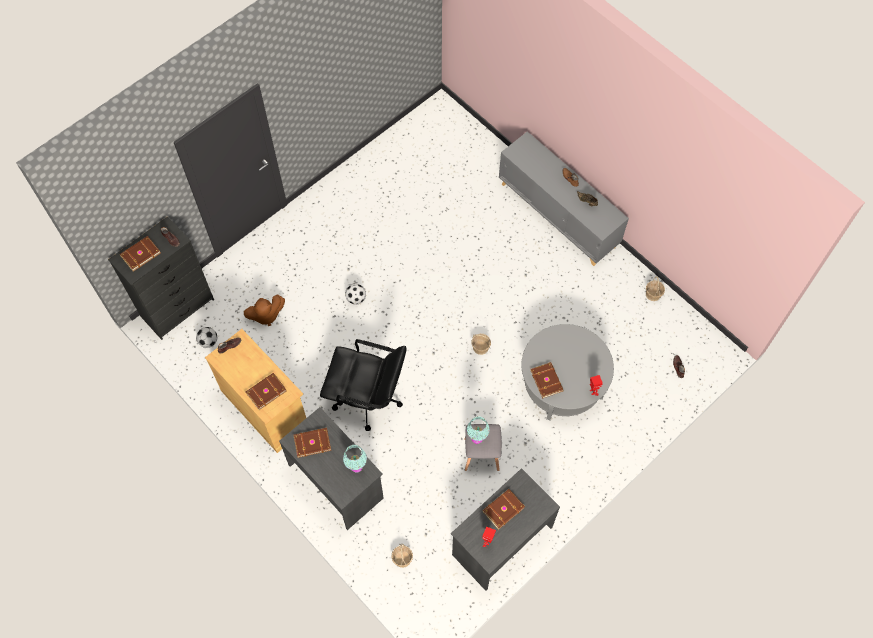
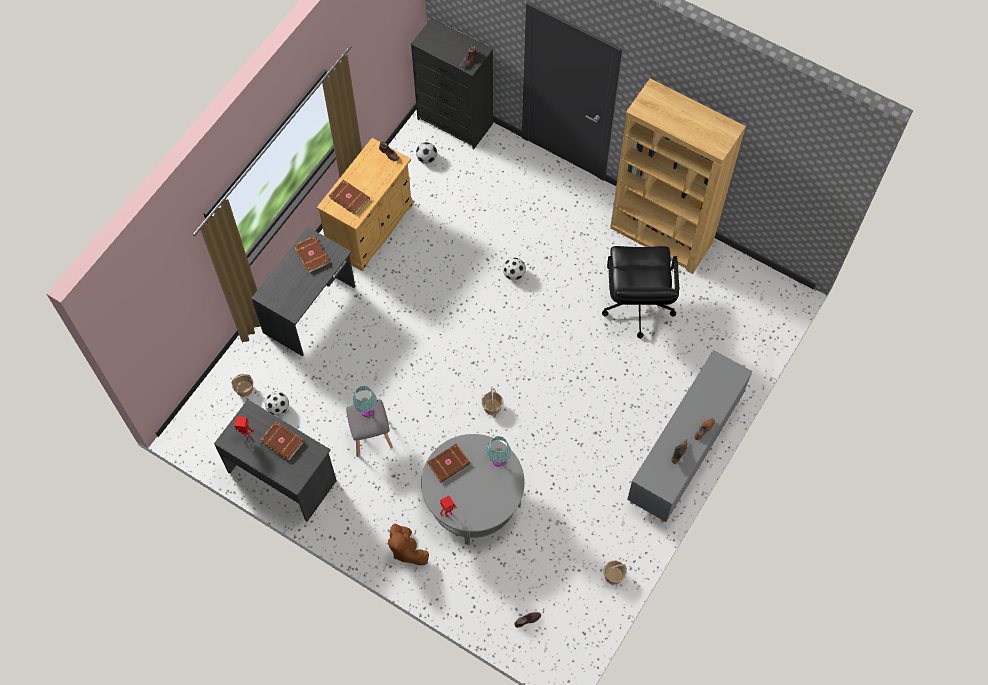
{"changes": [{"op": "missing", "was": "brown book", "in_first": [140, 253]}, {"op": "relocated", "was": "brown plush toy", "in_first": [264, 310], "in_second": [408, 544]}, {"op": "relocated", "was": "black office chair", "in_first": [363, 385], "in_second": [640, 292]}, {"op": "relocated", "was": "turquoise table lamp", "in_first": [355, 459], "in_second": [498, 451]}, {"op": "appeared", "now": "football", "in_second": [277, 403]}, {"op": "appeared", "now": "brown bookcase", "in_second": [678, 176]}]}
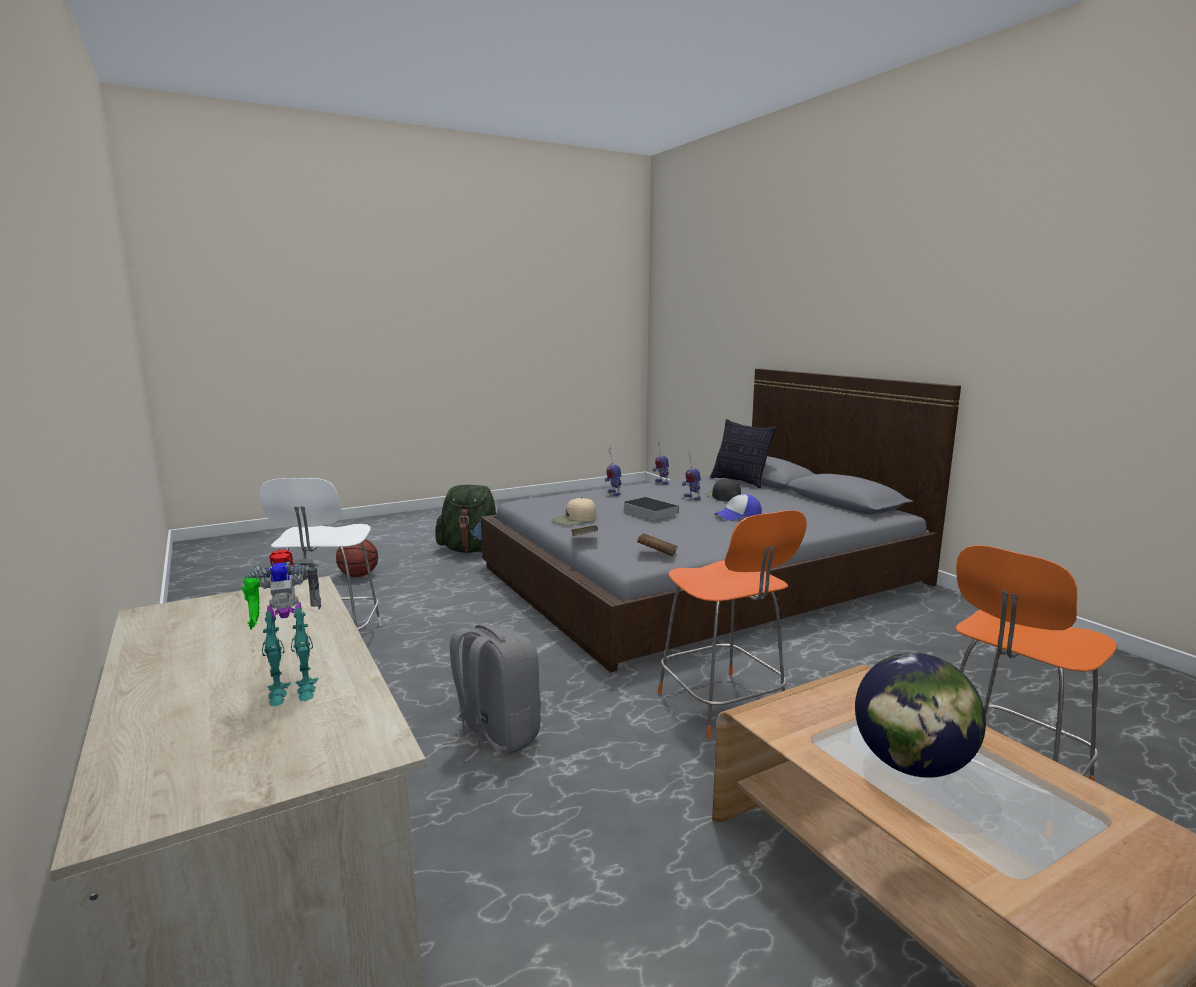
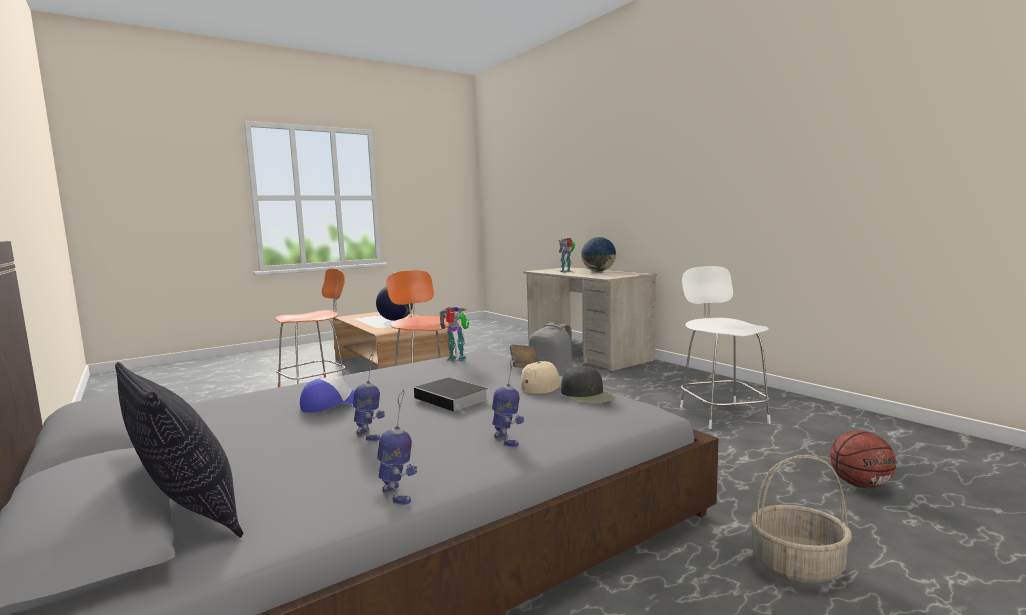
{"changes": [{"op": "exchanged", "was": "green backpack", "now": "basket", "in_first": [465, 519], "in_second": [801, 519]}, {"op": "exchanged", "was": "brown book", "now": "toy robot", "in_first": [657, 544], "in_second": [454, 334]}, {"op": "relocated", "was": "black cap", "in_first": [723, 490], "in_second": [588, 384]}, {"op": "appeared", "now": "globe", "in_second": [598, 254]}]}
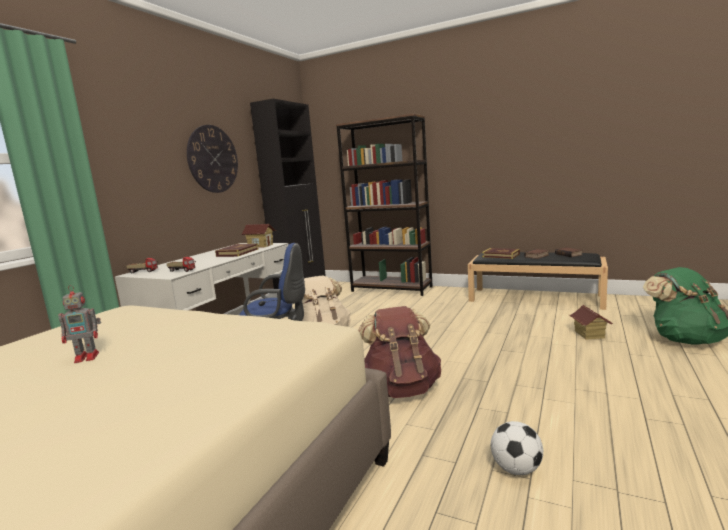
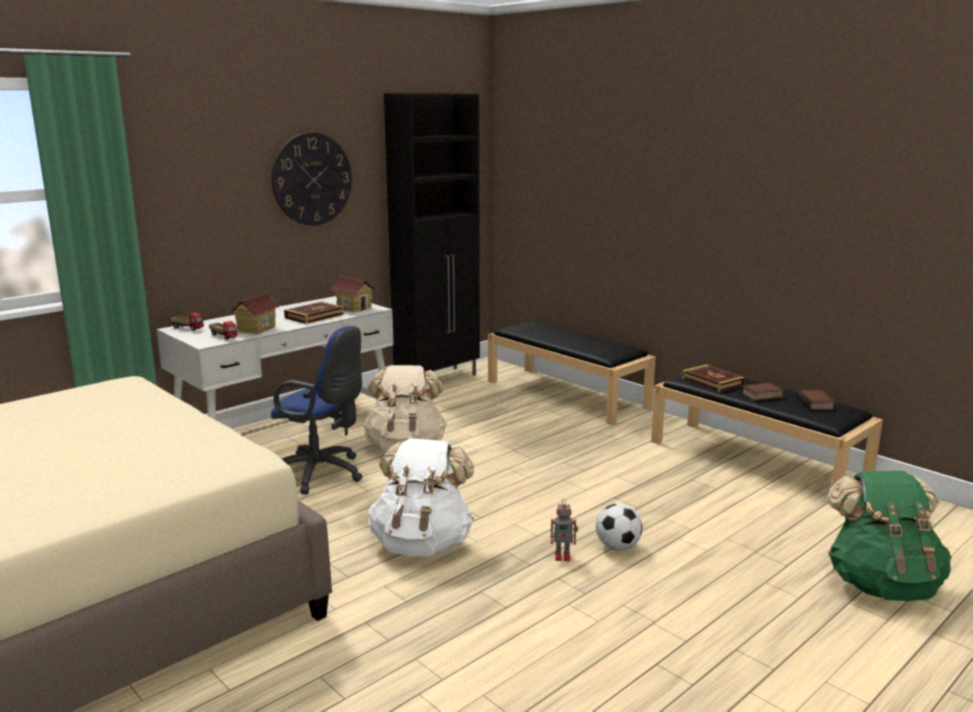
{"changes": [{"op": "relocated", "was": "toy robot", "in_first": [79, 324], "in_second": [564, 530]}, {"op": "exchanged", "was": "brown bookcase", "now": "black bench", "in_first": [384, 204], "in_second": [572, 373]}, {"op": "colour", "was": "brown backpack", "now": "white backpack", "in_first": [399, 352], "in_second": [421, 497]}, {"op": "relocated", "was": "football", "in_first": [517, 448], "in_second": [619, 527]}, {"op": "relocated", "was": "toy house", "in_first": [591, 322], "in_second": [253, 313]}]}
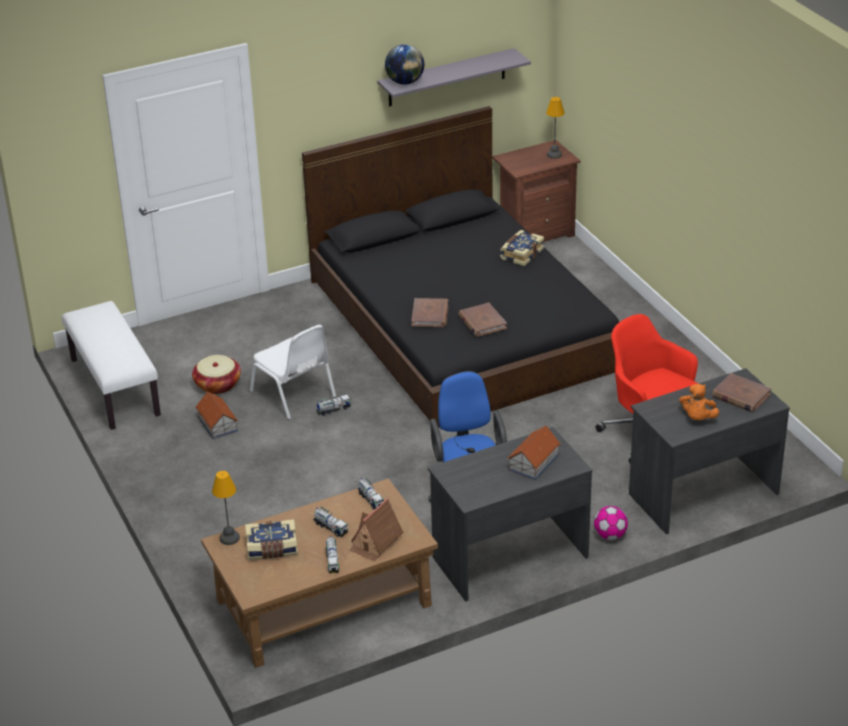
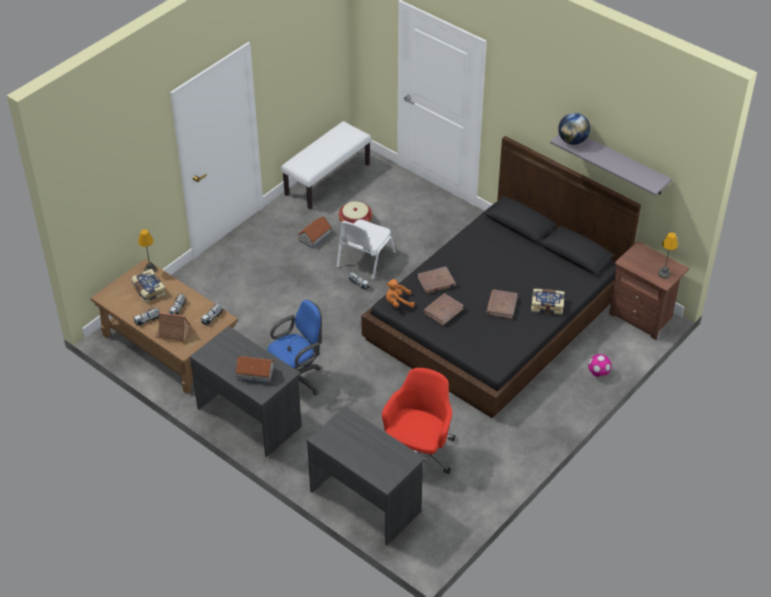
{"changes": [{"op": "relocated", "was": "football", "in_first": [611, 523], "in_second": [600, 365]}, {"op": "relocated", "was": "orange plush toy", "in_first": [699, 402], "in_second": [400, 293]}, {"op": "relocated", "was": "brown book", "in_first": [741, 393], "in_second": [502, 304]}]}
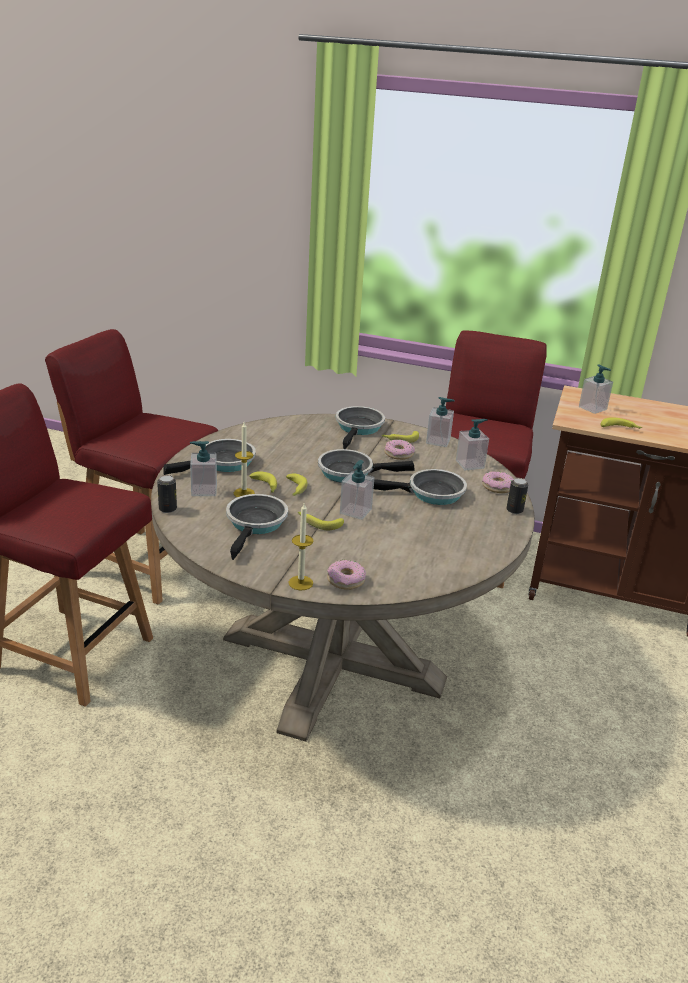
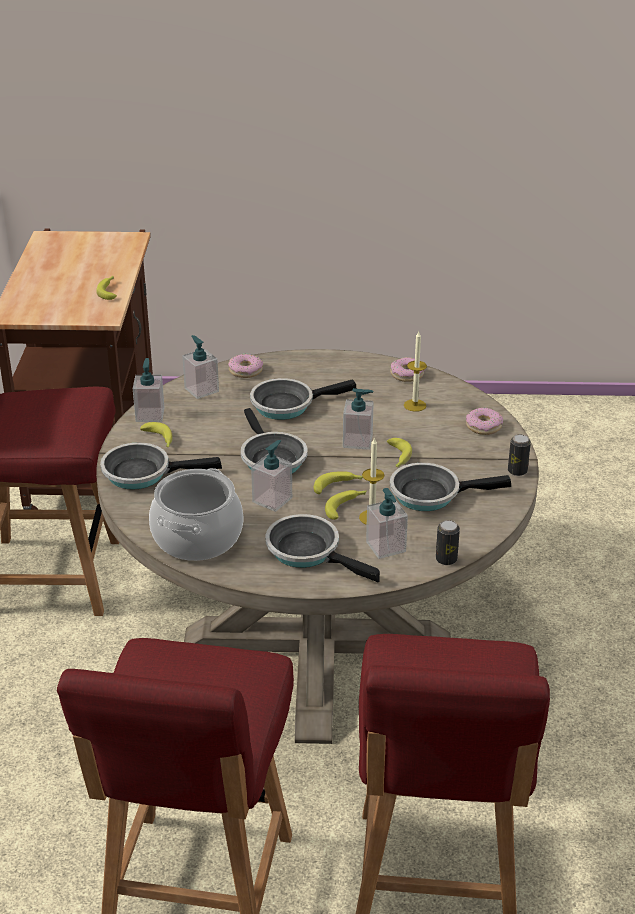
{"changes": [{"op": "relocated", "was": "candle", "in_first": [300, 546], "in_second": [415, 372]}, {"op": "spun", "was": "frying pan", "in_first": [420, 487], "in_second": [303, 399], "clockwise": -90}, {"op": "relocated", "was": "donut", "in_first": [399, 450], "in_second": [407, 369]}, {"op": "relocated", "was": "can", "in_first": [517, 496], "in_second": [519, 455]}, {"op": "relocated", "was": "soap dispenser", "in_first": [596, 389], "in_second": [271, 476]}, {"op": "appeared", "now": "cooking pot", "in_second": [196, 514]}]}
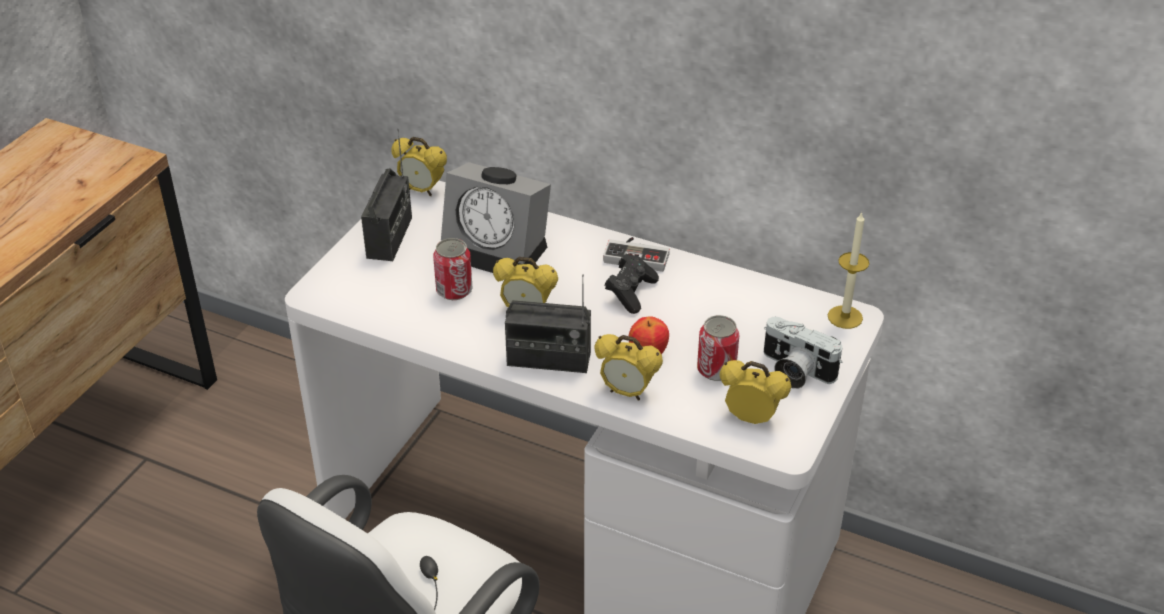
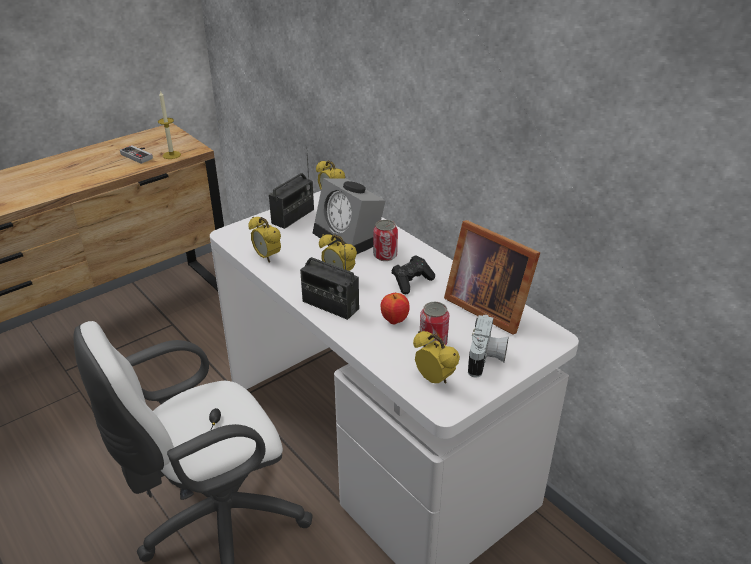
{"changes": [{"op": "relocated", "was": "can", "in_first": [453, 269], "in_second": [385, 240]}, {"op": "relocated", "was": "alarm clock", "in_first": [628, 367], "in_second": [264, 240]}, {"op": "relocated", "was": "game controller", "in_first": [636, 254], "in_second": [136, 154]}, {"op": "spun", "was": "photo camera", "in_first": [803, 353], "in_second": [488, 345], "clockwise": -135}, {"op": "relocated", "was": "candle", "in_first": [848, 270], "in_second": [169, 124]}, {"op": "appeared", "now": "picture frame", "in_second": [492, 277]}]}
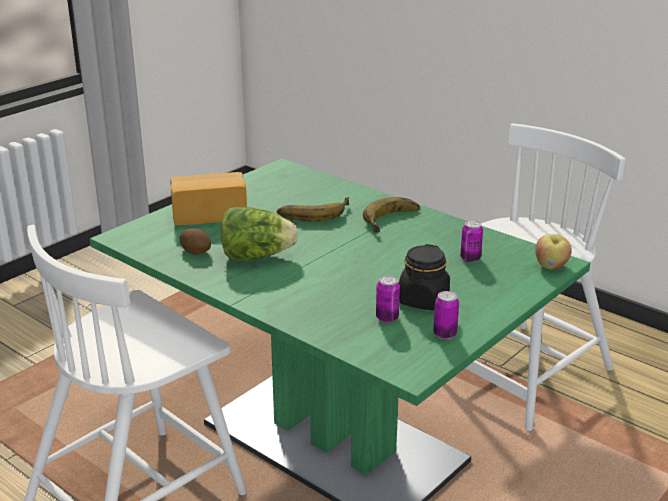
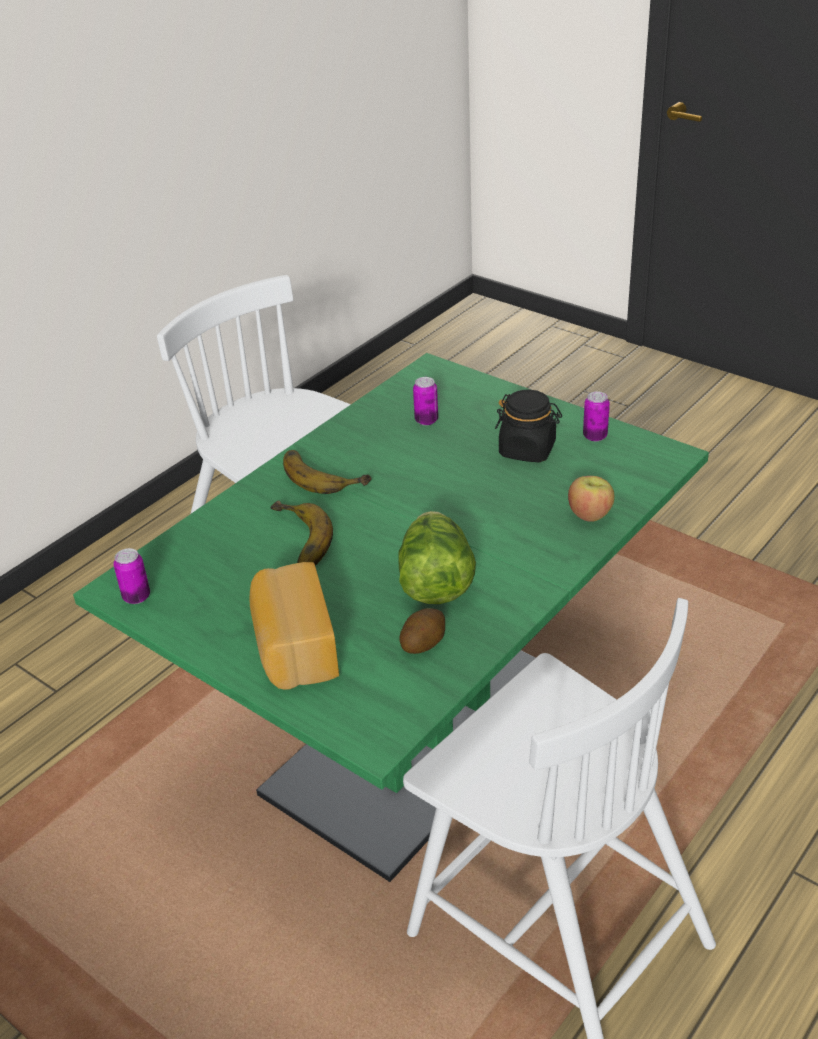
{"changes": [{"op": "relocated", "was": "can", "in_first": [388, 299], "in_second": [131, 576]}, {"op": "relocated", "was": "apple", "in_first": [553, 252], "in_second": [591, 499]}]}
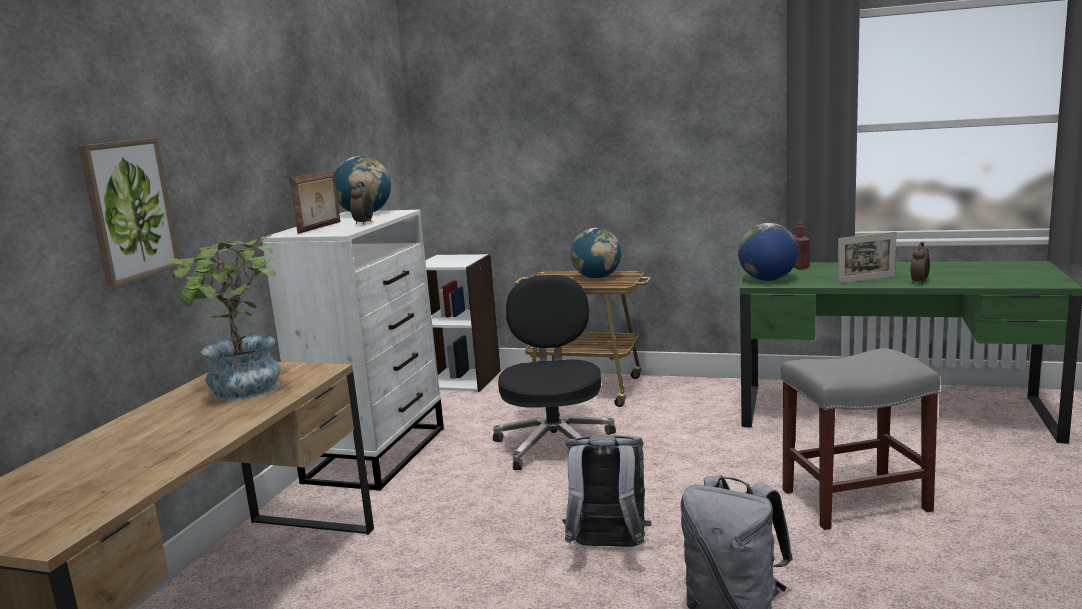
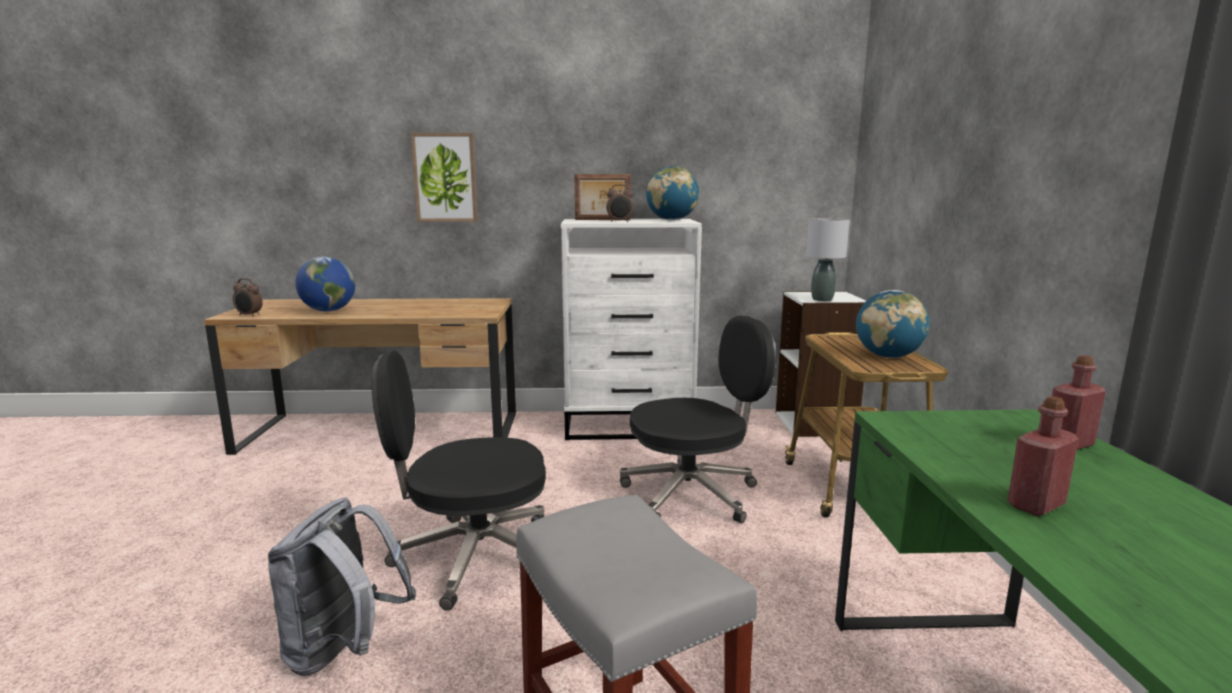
{"changes": [{"op": "missing", "was": "potted plant", "in_first": [223, 318]}, {"op": "exchanged", "was": "grey backpack", "now": "black office chair", "in_first": [606, 491], "in_second": [458, 481]}, {"op": "relocated", "was": "globe", "in_first": [768, 252], "in_second": [325, 284]}, {"op": "exchanged", "was": "picture frame", "now": "red bottle", "in_first": [867, 257], "in_second": [1043, 456]}, {"op": "relocated", "was": "alarm clock", "in_first": [920, 263], "in_second": [248, 297]}, {"op": "appeared", "now": "grey table lamp", "in_second": [827, 259]}]}
